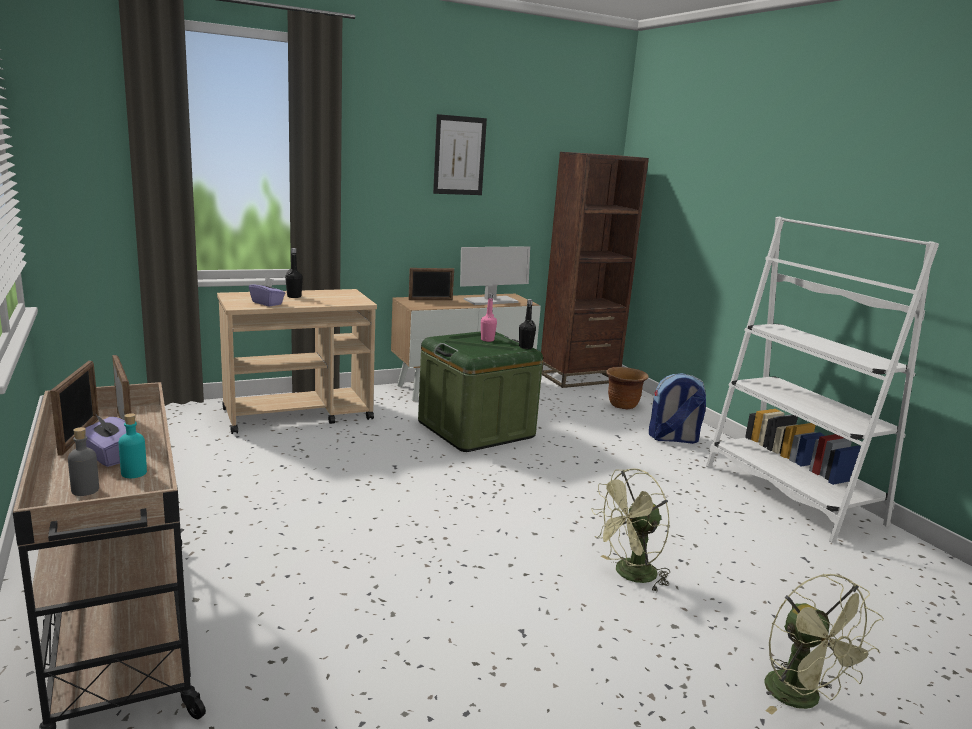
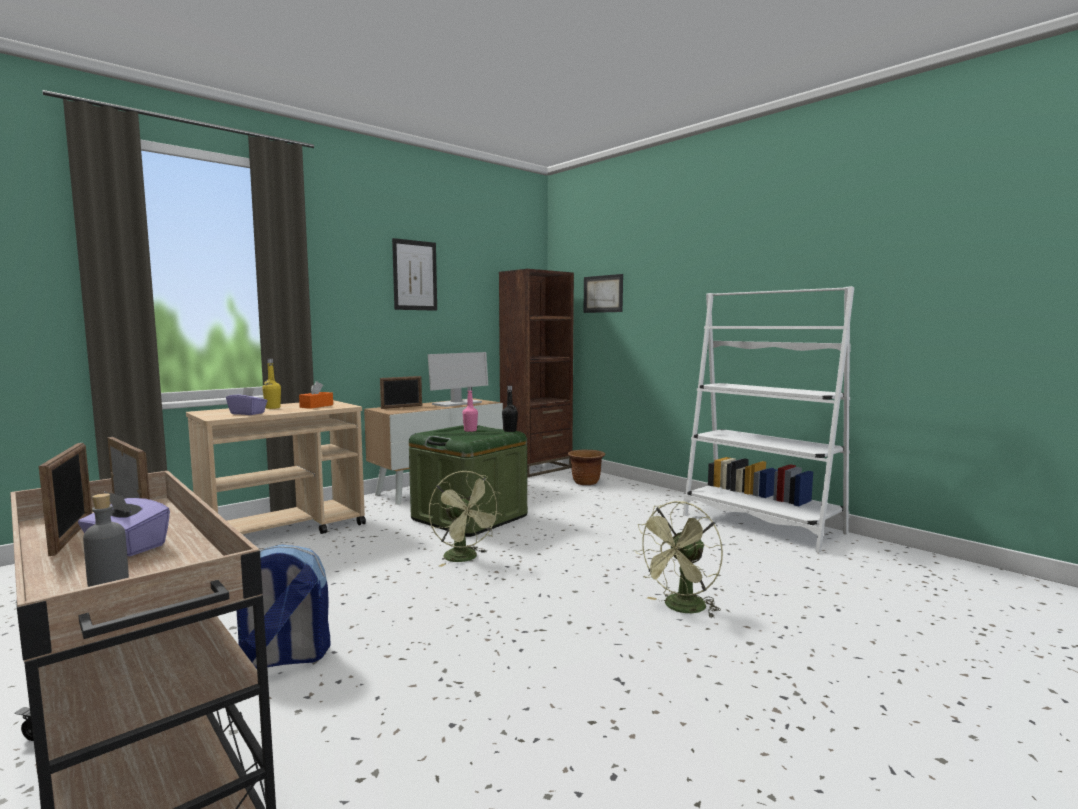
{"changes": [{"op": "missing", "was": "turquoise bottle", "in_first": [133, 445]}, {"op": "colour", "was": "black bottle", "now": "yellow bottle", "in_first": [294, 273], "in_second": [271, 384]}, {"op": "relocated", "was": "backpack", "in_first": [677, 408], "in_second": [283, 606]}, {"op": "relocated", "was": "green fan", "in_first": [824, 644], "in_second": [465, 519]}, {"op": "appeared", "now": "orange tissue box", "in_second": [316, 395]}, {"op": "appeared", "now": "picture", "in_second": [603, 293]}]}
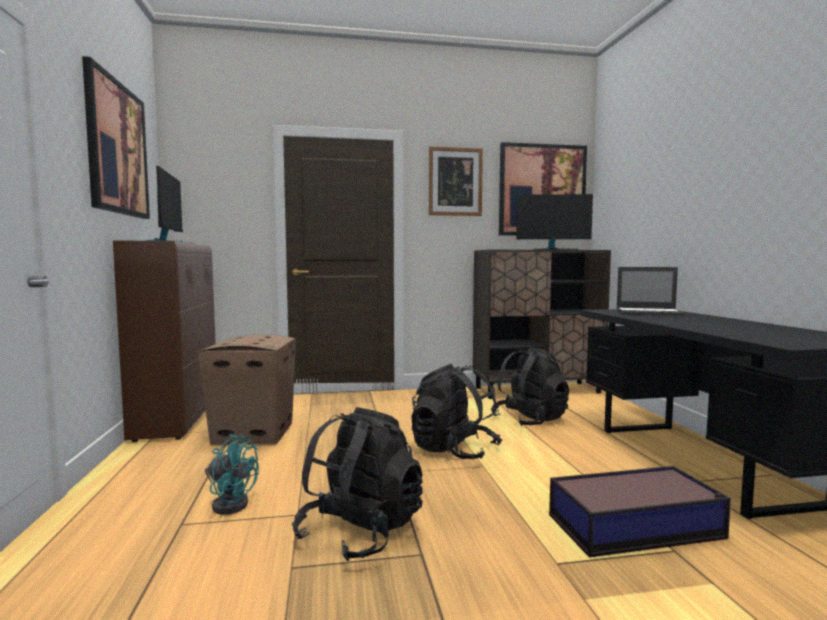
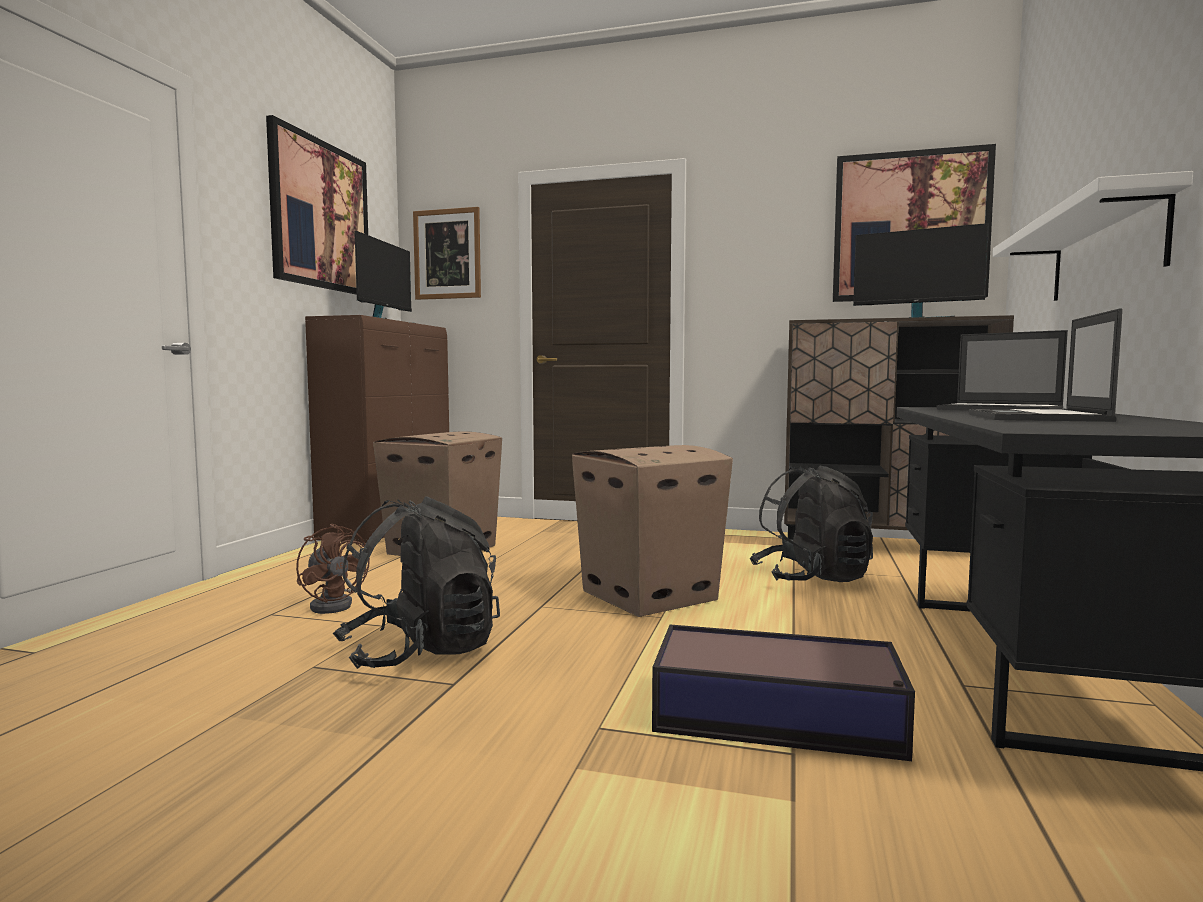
{"changes": [{"op": "colour", "was": "turquoise fan", "now": "brown fan", "in_first": [232, 474], "in_second": [333, 569]}, {"op": "exchanged", "was": "black backpack", "now": "cardboard box", "in_first": [456, 411], "in_second": [652, 531]}, {"op": "relocated", "was": "picture", "in_first": [456, 181], "in_second": [447, 253]}, {"op": "appeared", "now": "laptop", "in_second": [1046, 365]}, {"op": "appeared", "now": "white shelf", "in_second": [1092, 236]}]}
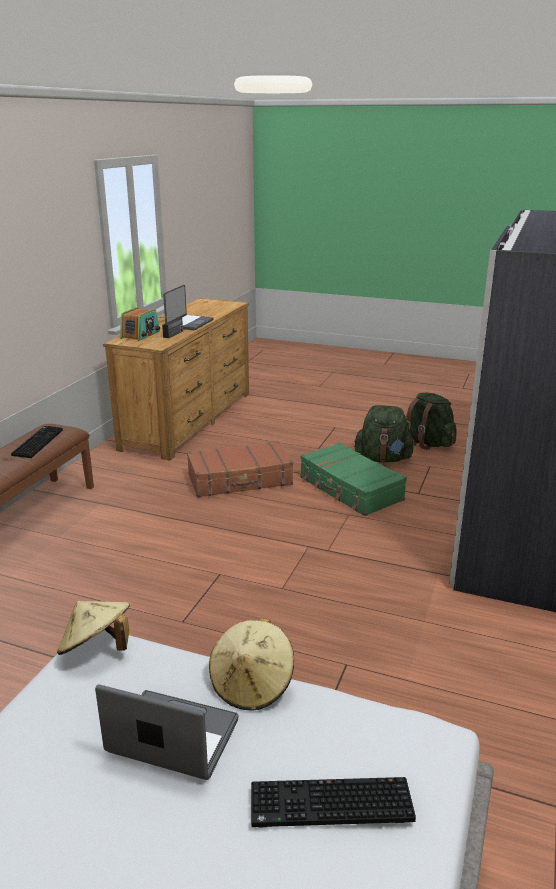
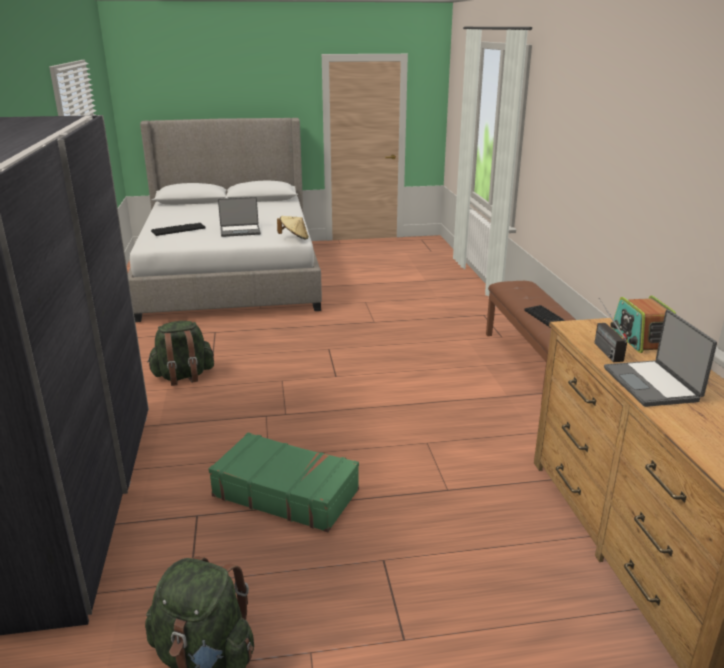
{"changes": [{"op": "missing", "was": "brown suitcase", "in_first": [240, 469]}, {"op": "missing", "was": "beige hat", "in_first": [251, 664]}, {"op": "relocated", "was": "green backpack", "in_first": [385, 433], "in_second": [180, 353]}]}
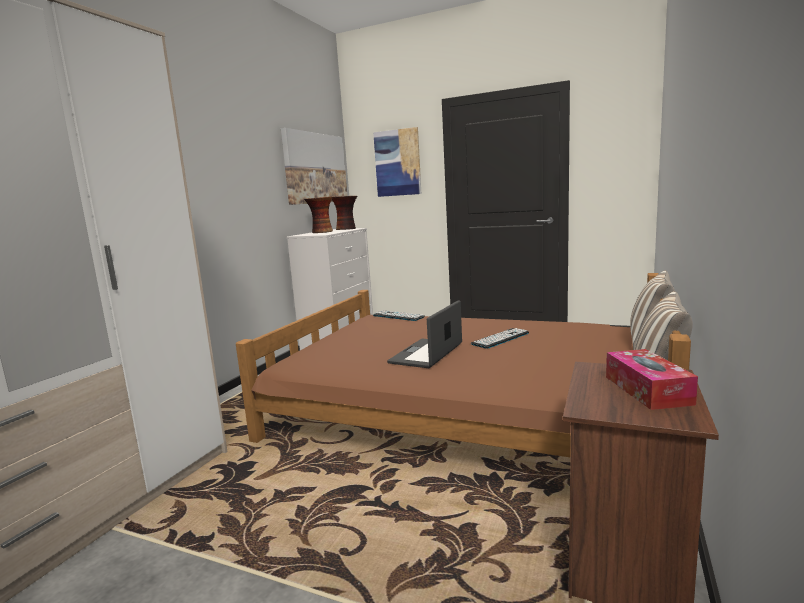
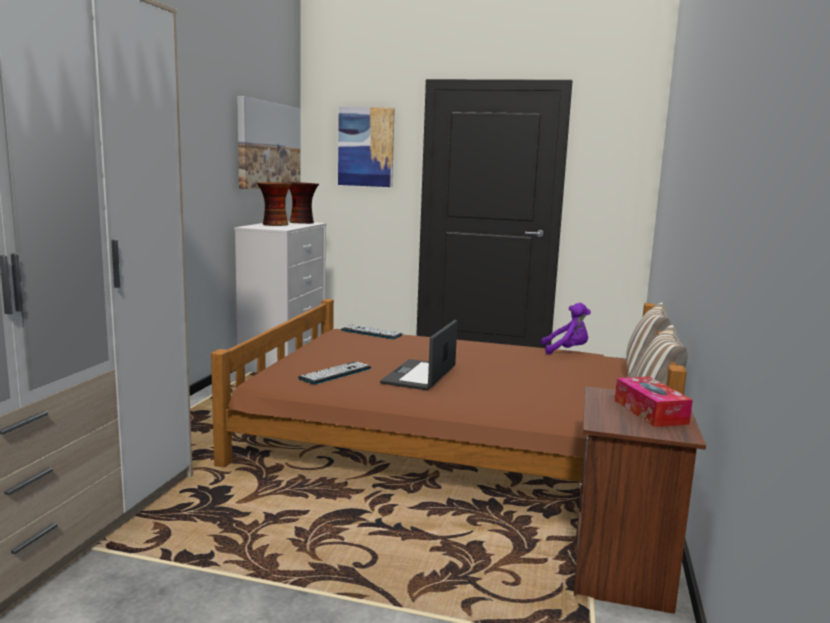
{"changes": [{"op": "relocated", "was": "keyboard", "in_first": [500, 338], "in_second": [334, 373]}, {"op": "appeared", "now": "purple plush toy", "in_second": [566, 329]}]}
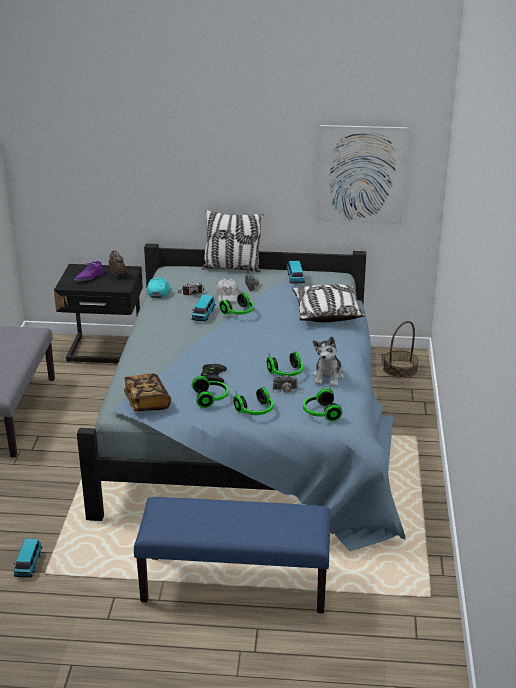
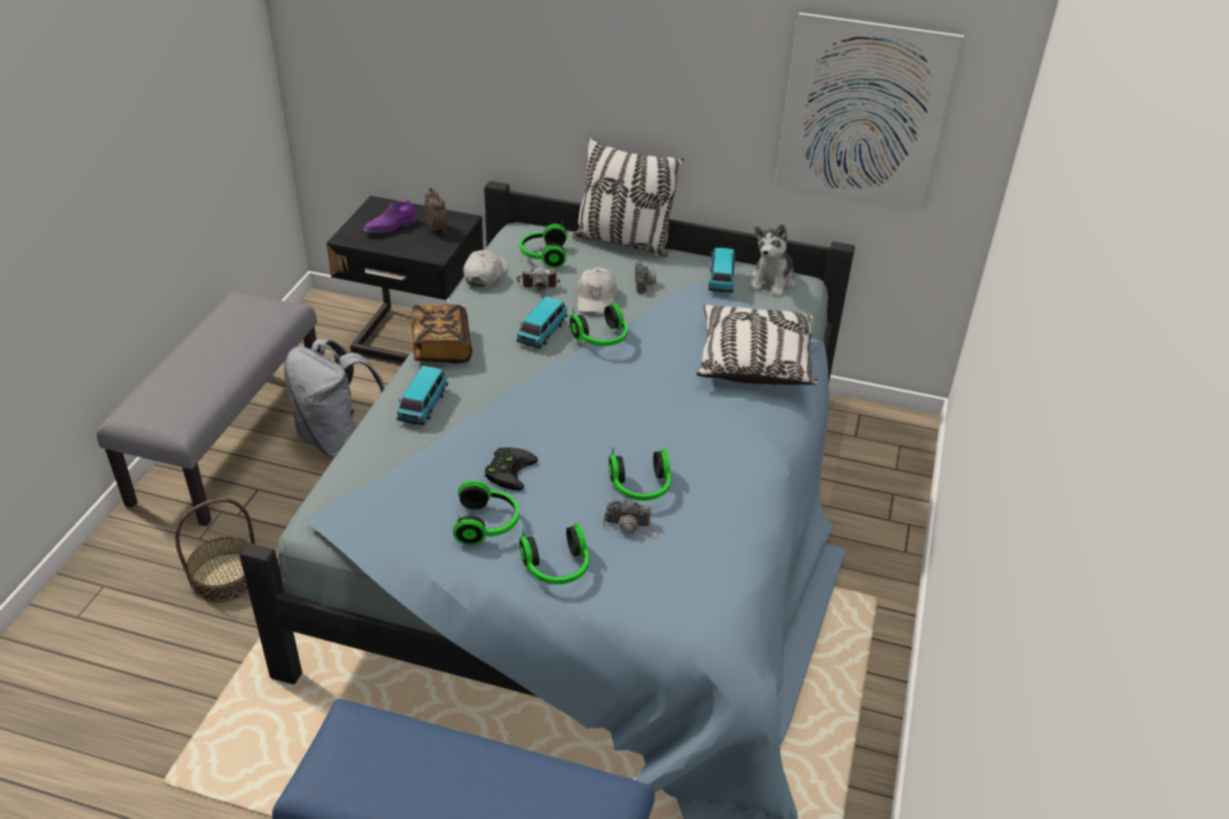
{"changes": [{"op": "relocated", "was": "toy car", "in_first": [28, 558], "in_second": [422, 395]}, {"op": "relocated", "was": "book", "in_first": [147, 392], "in_second": [441, 333]}, {"op": "colour", "was": "turquoise cap", "now": "white cap", "in_first": [159, 287], "in_second": [486, 268]}, {"op": "relocated", "was": "headphones", "in_first": [323, 403], "in_second": [543, 244]}, {"op": "relocated", "was": "plush toy", "in_first": [328, 361], "in_second": [772, 260]}, {"op": "relocated", "was": "basket", "in_first": [401, 349], "in_second": [215, 550]}, {"op": "appeared", "now": "grey backpack", "in_second": [334, 399]}]}
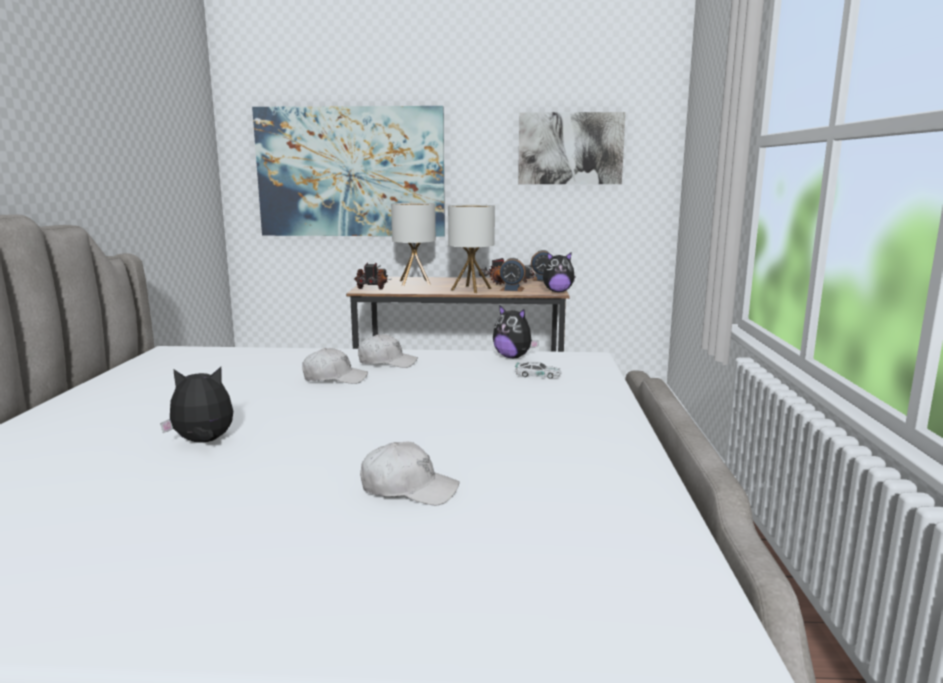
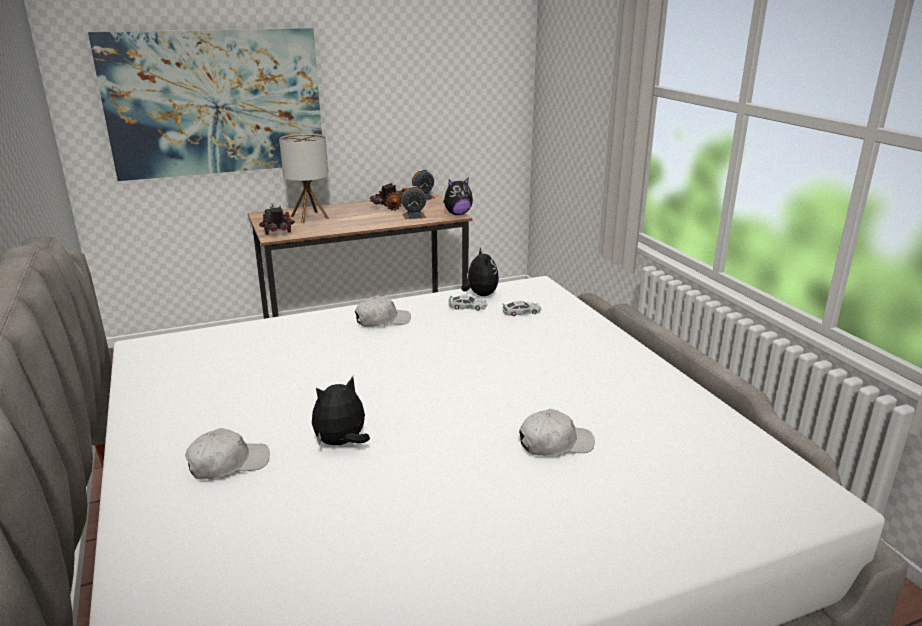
{"changes": [{"op": "relocated", "was": "white cap", "in_first": [335, 366], "in_second": [227, 453]}, {"op": "missing", "was": "table lamp", "in_first": [471, 249]}, {"op": "spun", "was": "plush toy", "in_first": [516, 331], "in_second": [480, 272], "clockwise": -120}, {"op": "missing", "was": "picture", "in_first": [572, 148]}, {"op": "appeared", "now": "toy car", "in_second": [467, 303]}]}
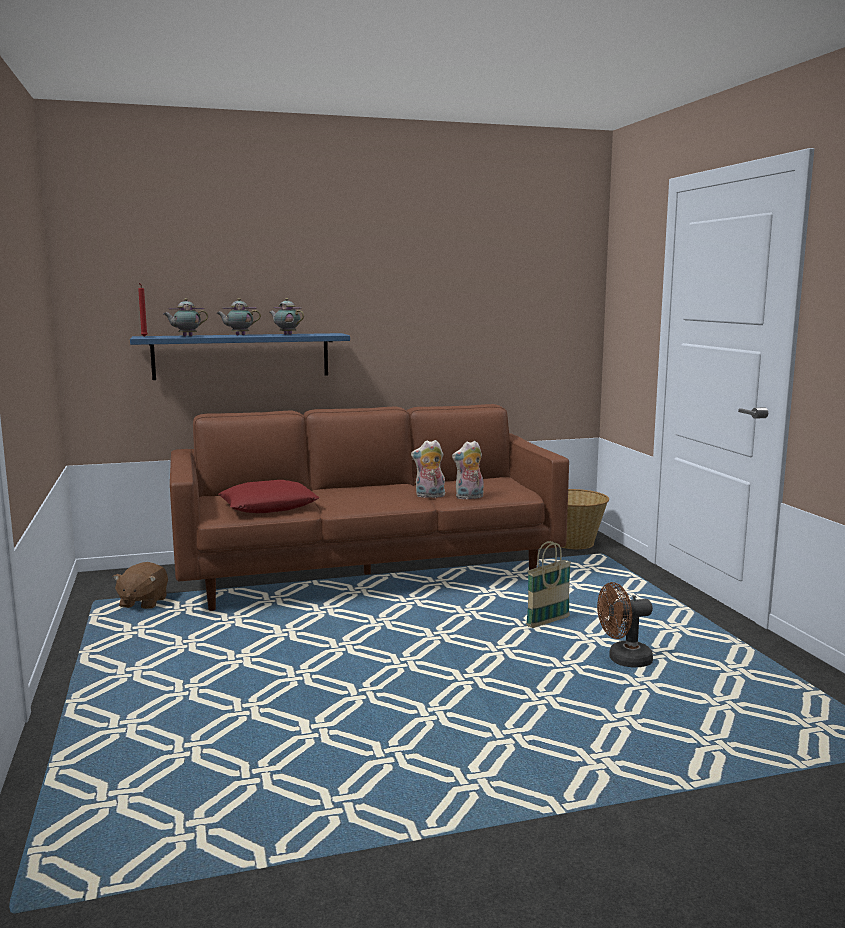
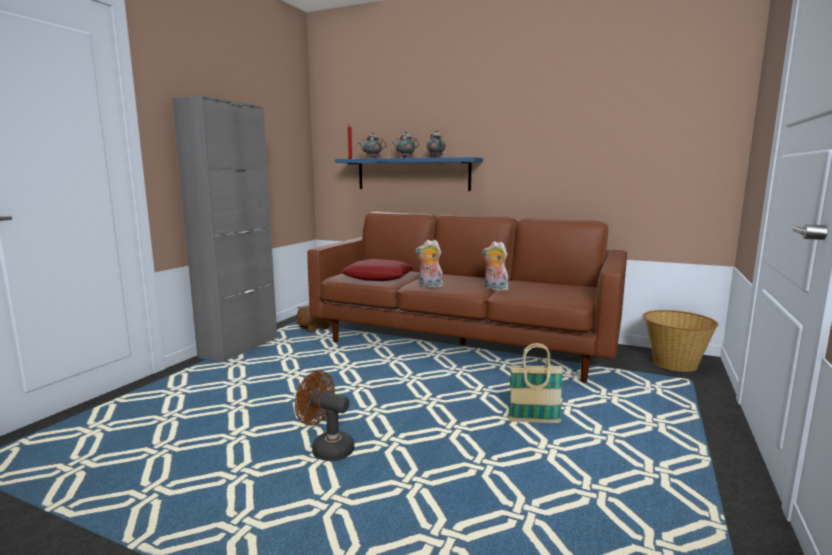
{"changes": [{"op": "relocated", "was": "plush toy", "in_first": [468, 470], "in_second": [429, 264]}, {"op": "relocated", "was": "brown fan", "in_first": [625, 625], "in_second": [325, 416]}, {"op": "appeared", "now": "grey cabinet", "in_second": [224, 228]}]}
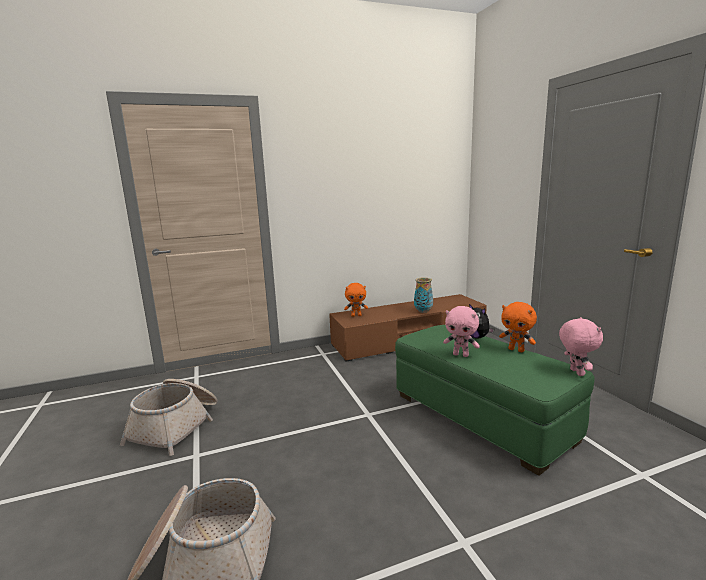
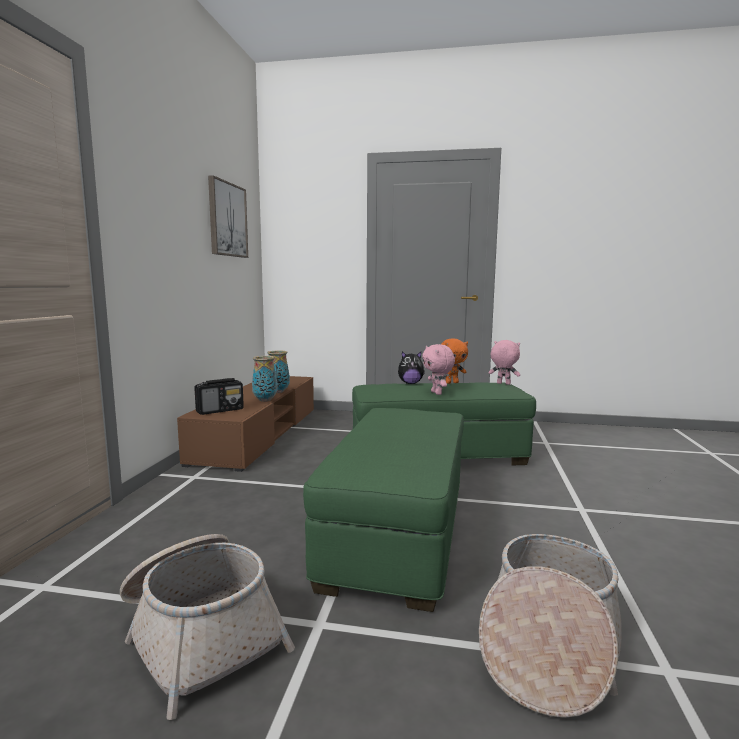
{"changes": [{"op": "exchanged", "was": "orange plush toy", "now": "radio", "in_first": [356, 300], "in_second": [219, 396]}, {"op": "spun", "was": "pink plush toy", "in_first": [461, 331], "in_second": [438, 369], "clockwise": 105}, {"op": "appeared", "now": "picture", "in_second": [228, 216]}, {"op": "appeared", "now": "vase", "in_second": [265, 379]}, {"op": "appeared", "now": "green ottoman", "in_second": [383, 510]}]}
